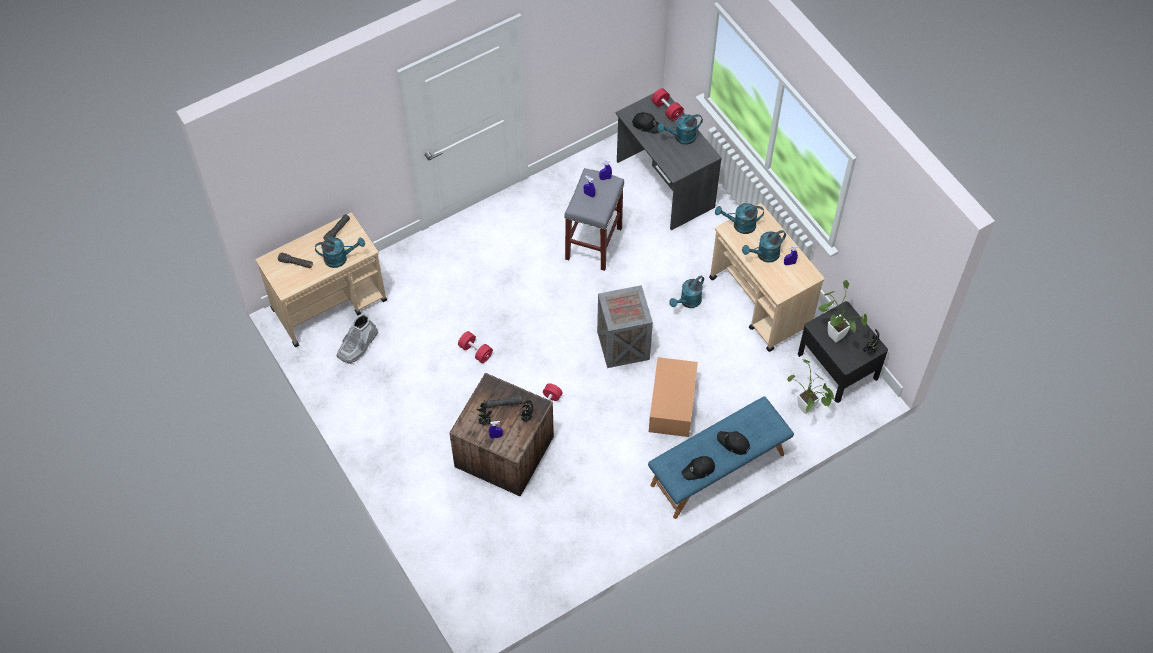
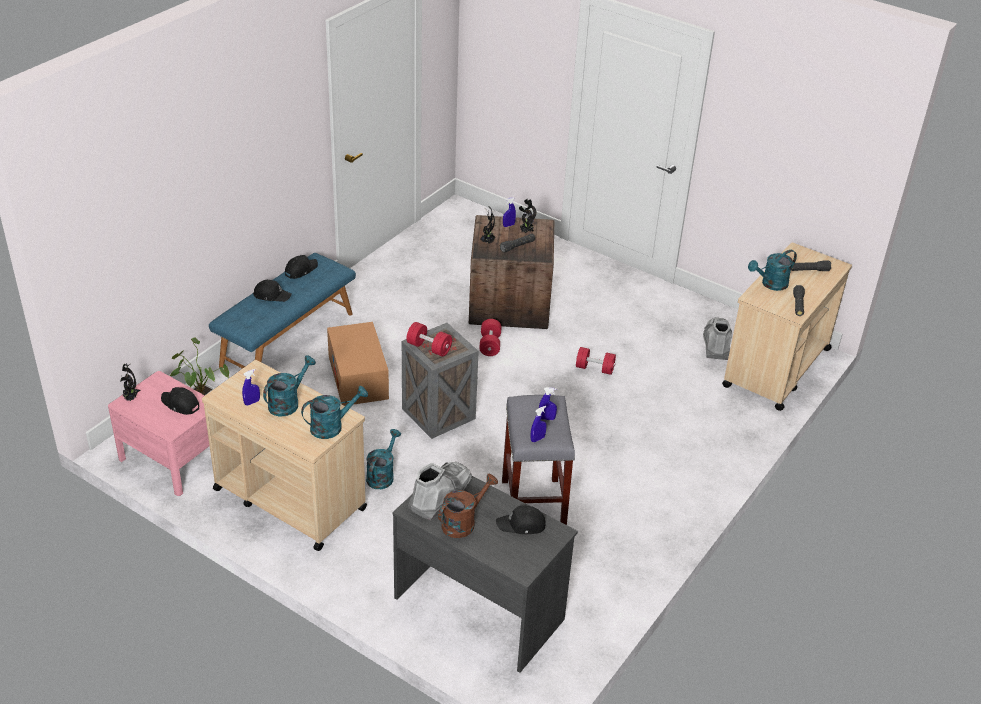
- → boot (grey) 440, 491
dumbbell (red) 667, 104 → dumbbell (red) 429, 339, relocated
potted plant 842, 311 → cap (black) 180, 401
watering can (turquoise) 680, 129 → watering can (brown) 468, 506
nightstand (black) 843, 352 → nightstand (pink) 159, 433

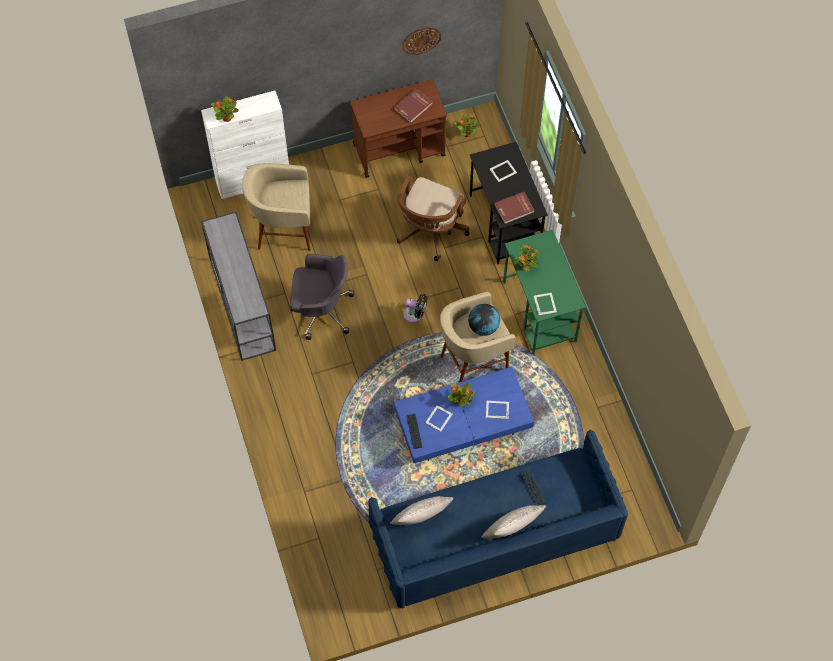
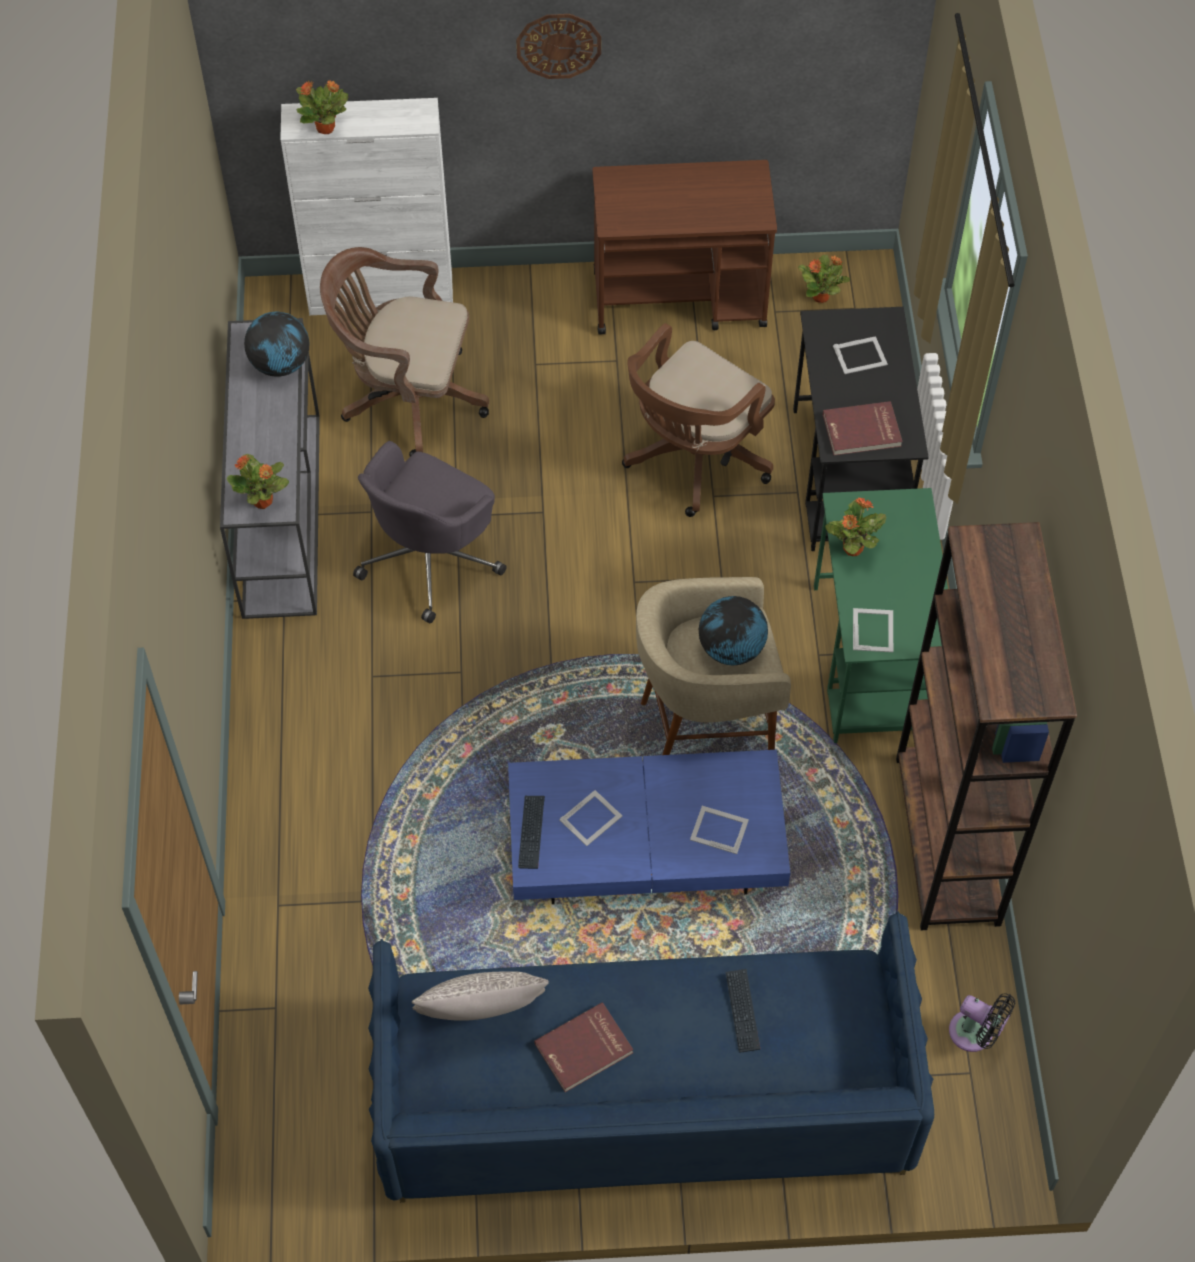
pillow (grey) 513, 522 → -
- → globe 276, 344
- → bookcase (brown) 986, 726
book (red) 412, 106 → book (red) 583, 1047, relocated
wall clock 421, 41 → wall clock 558, 46, relocated
fan (black) 415, 308 → fan (black) 982, 1023, relocated
potted plant 462, 395 → potted plant 258, 481, relocated
stool (beige) 276, 207 → office chair (brown) 404, 351
office chair (grey) 322, 297 → office chair (grey) 430, 532, 105 degrees clockwise

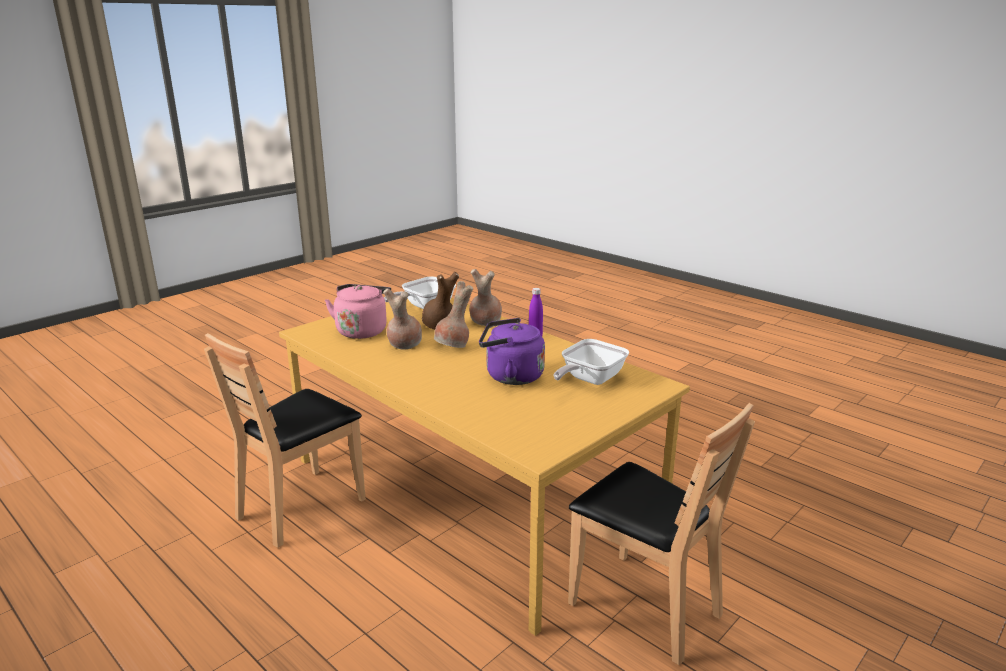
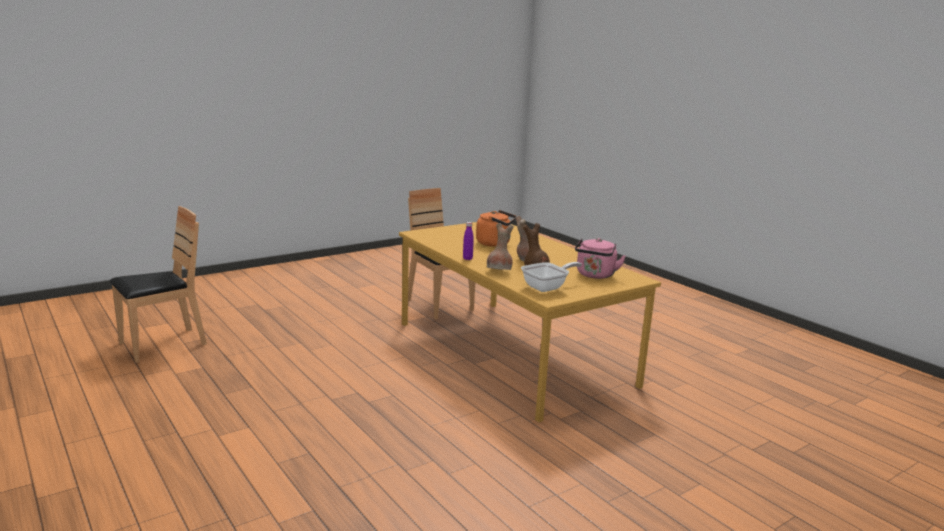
vase (brown) 402, 319 → -
frying pan 591, 362 → -
chair (brown) 285, 440 → chair (brown) 158, 284, relocated
kettle (purple) 512, 351 → kettle (orange) 496, 228

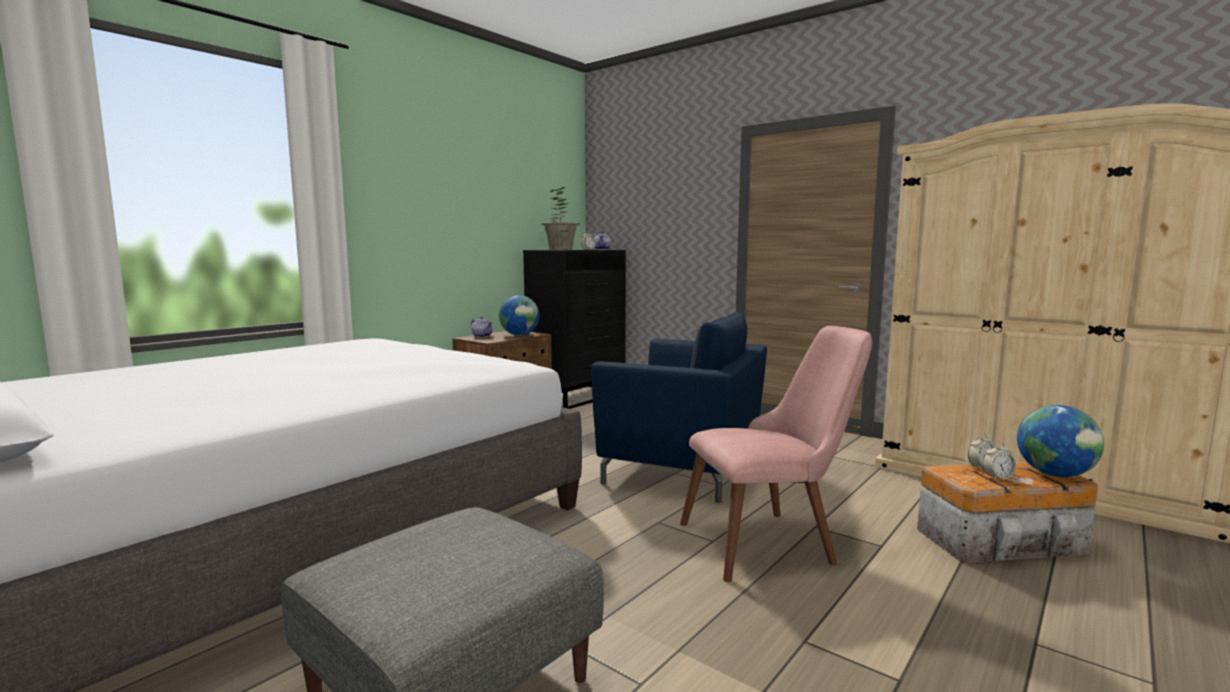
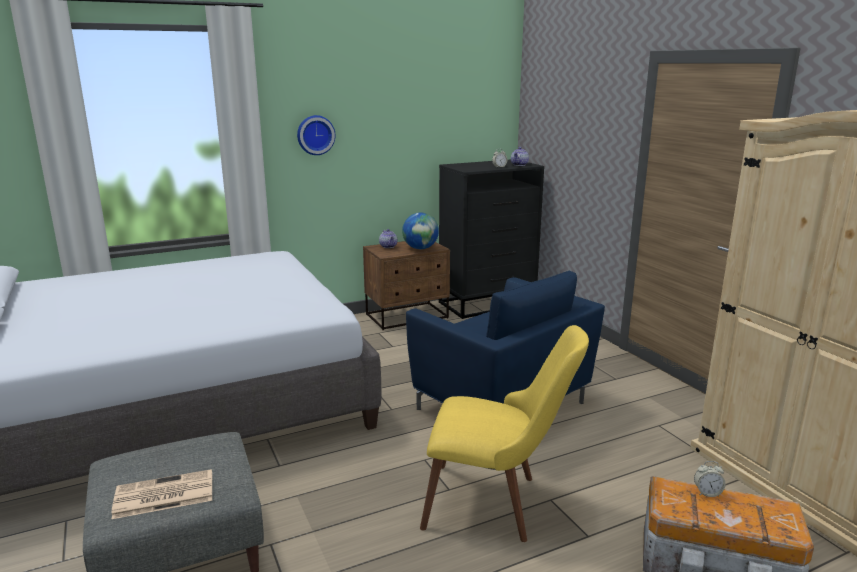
potted plant 560, 218 → -
alarm clock 999, 461 → -
globe 1060, 441 → -
- → newspaper 162, 494
- → wall clock 316, 135
chair (pink) 776, 454 → chair (yellow) 504, 433

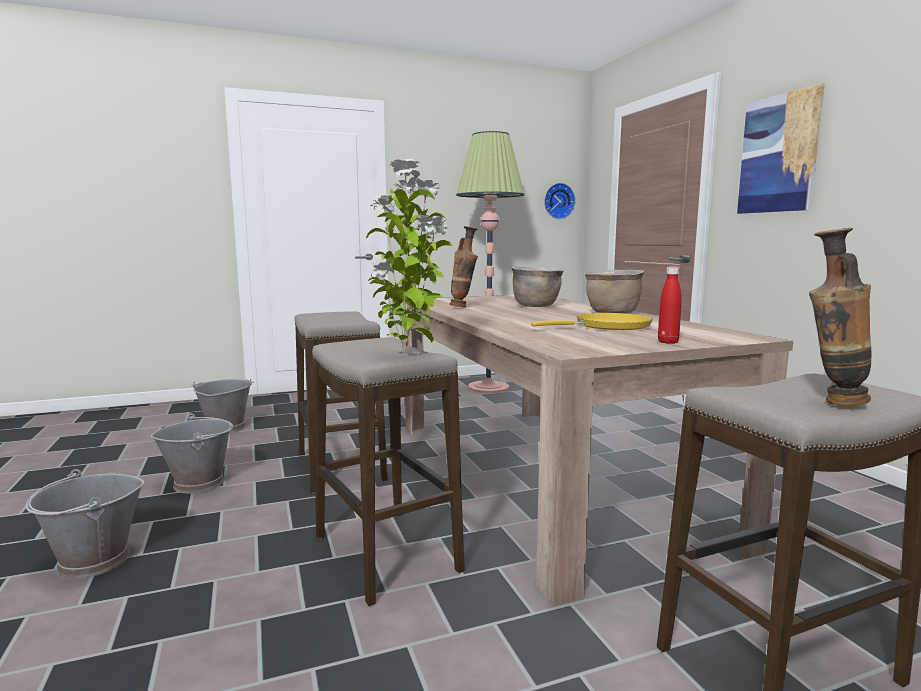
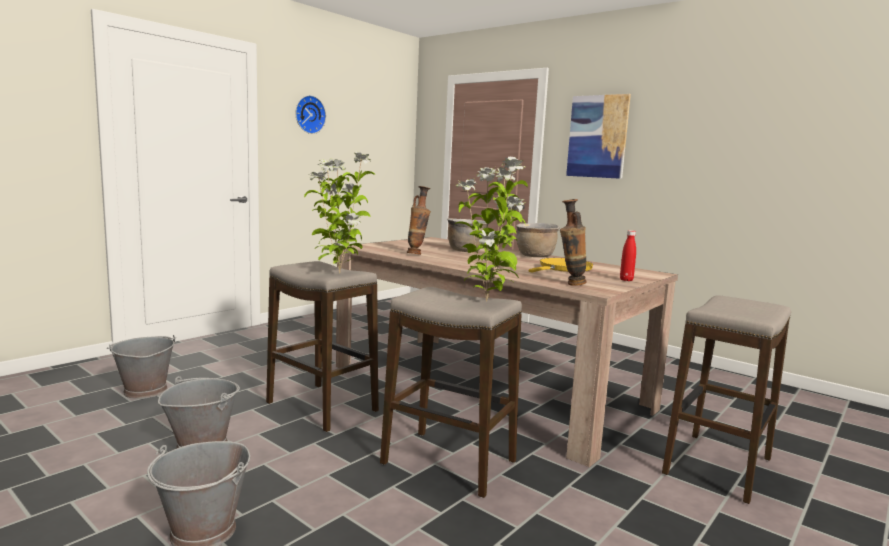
floor lamp 490, 262 → -
- → potted plant 340, 212
wall clock 560, 201 → wall clock 310, 114, relocated
vase 840, 317 → vase 573, 242, relocated

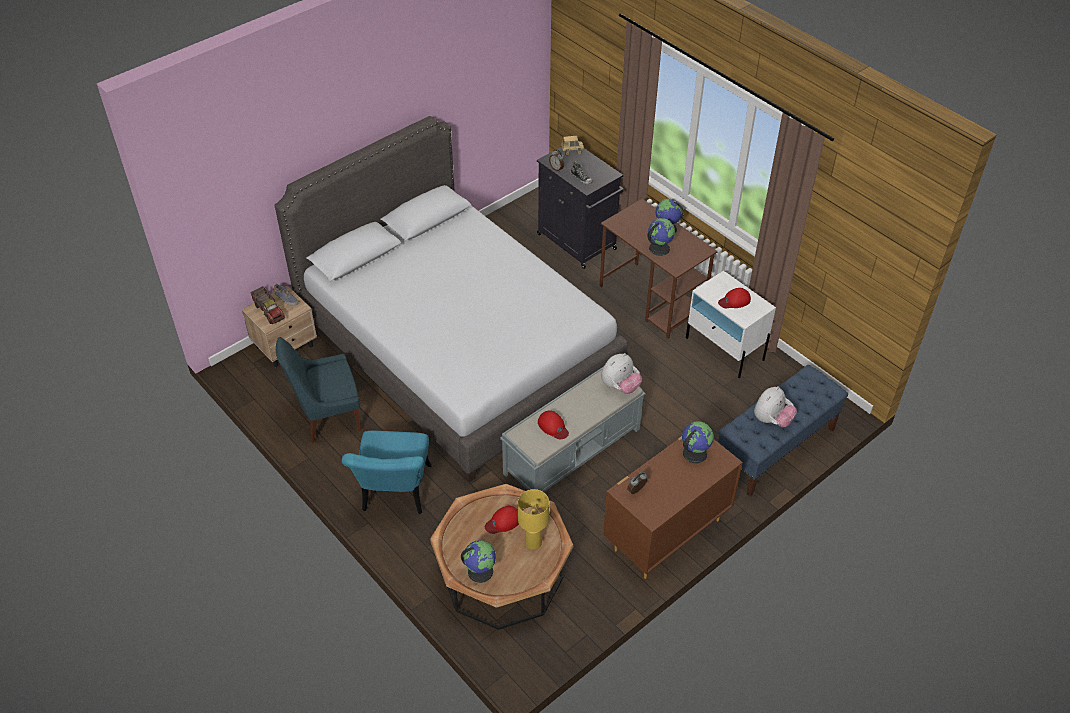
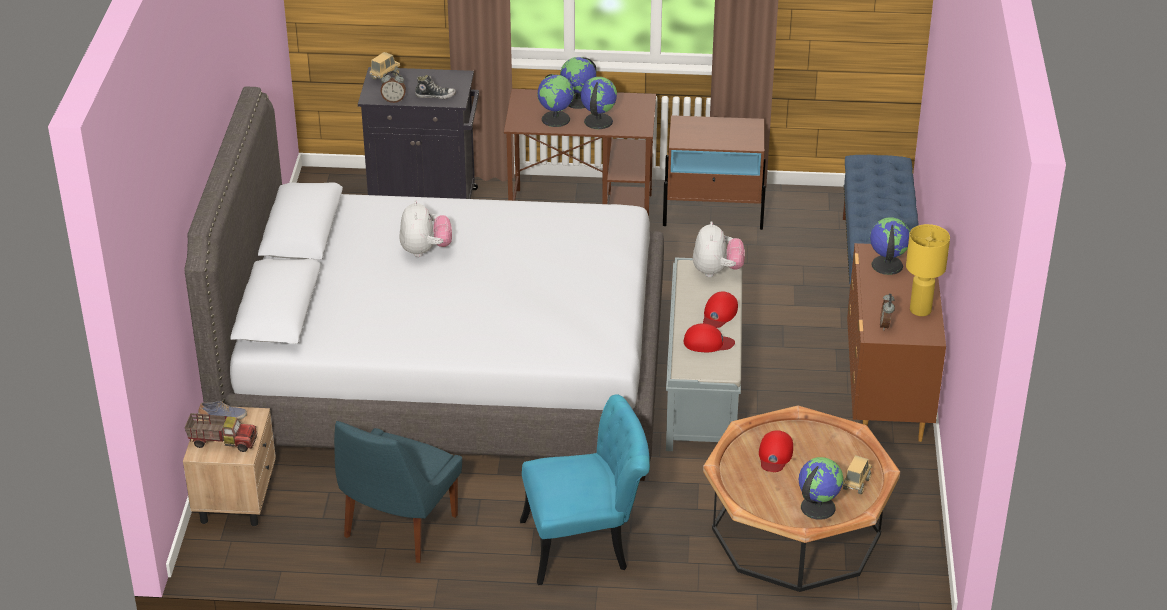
- → globe 555, 100
- → toy truck 857, 474
table lamp (yellow) 533, 519 → table lamp (yellow) 928, 270, relocated
cap (red) 734, 298 → cap (red) 720, 309, relocated
plush toy 775, 406 → plush toy 425, 228, relocated
nightstand (white) 731, 324 → nightstand (brown) 714, 172
chair (turquoise) 387, 472 → chair (turquoise) 585, 489, 60 degrees counterclockwise

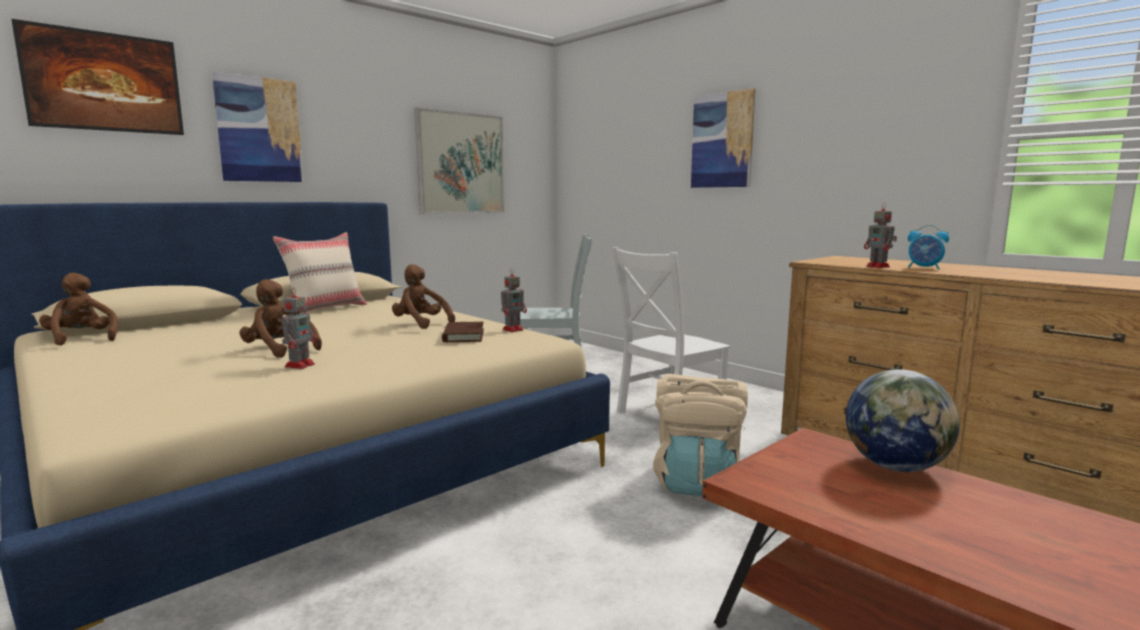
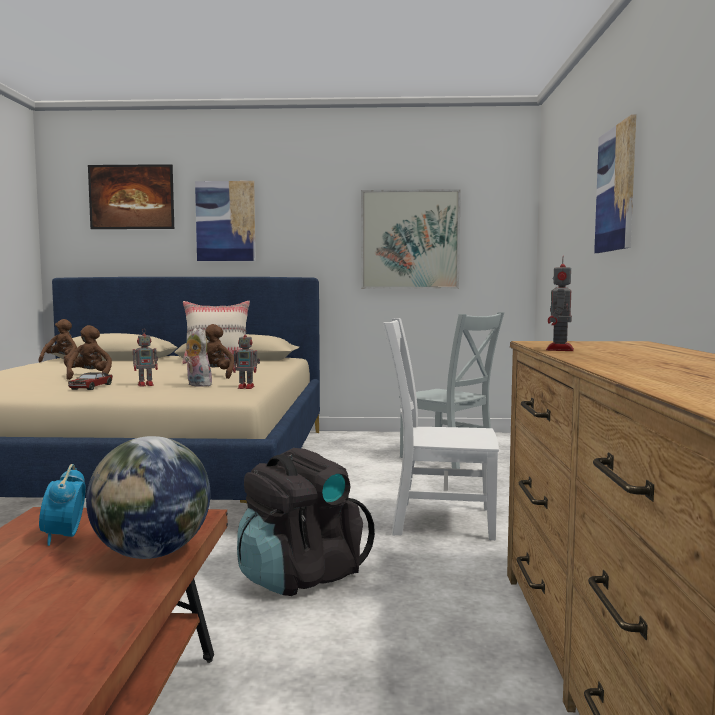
- → toy car 90, 381
toy robot 299, 328 → toy robot 145, 358, relocated
alarm clock 928, 247 → alarm clock 62, 505, relocated
book (brown) 463, 331 → plush toy 198, 357
backpack (beige) 700, 435 → backpack (black) 306, 522

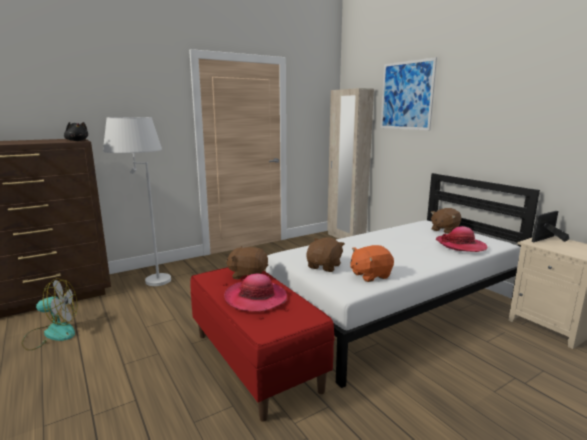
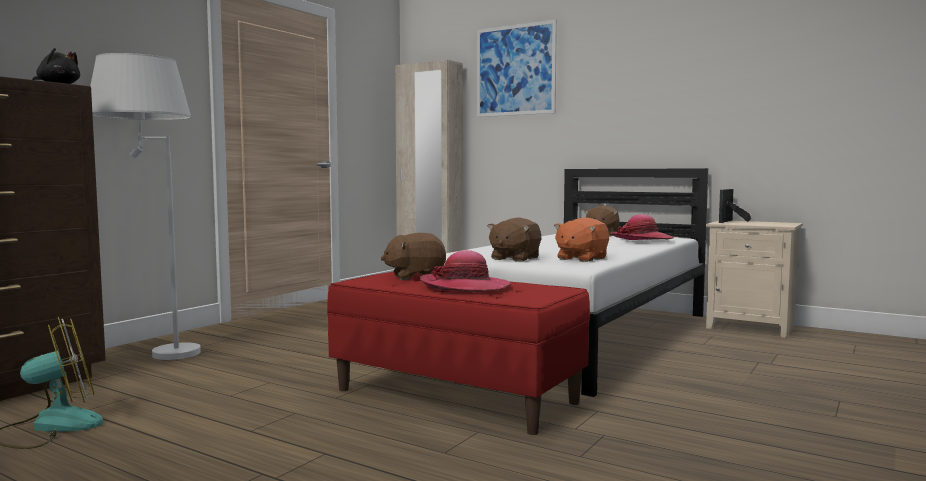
plush toy (brown) 325, 254 → plush toy (brown) 514, 240, 150 degrees counterclockwise

